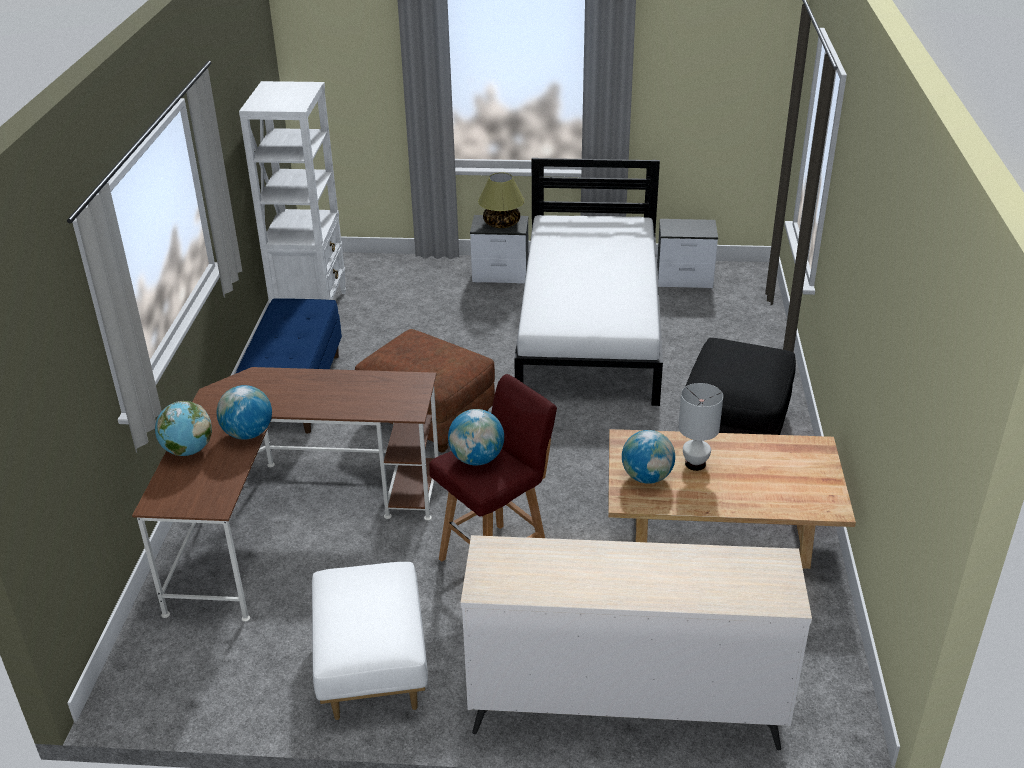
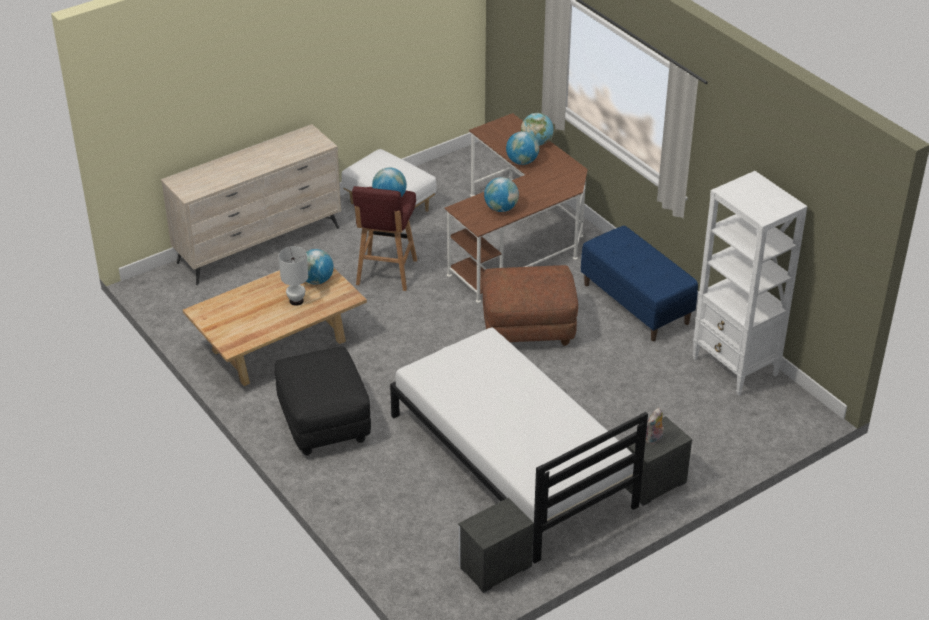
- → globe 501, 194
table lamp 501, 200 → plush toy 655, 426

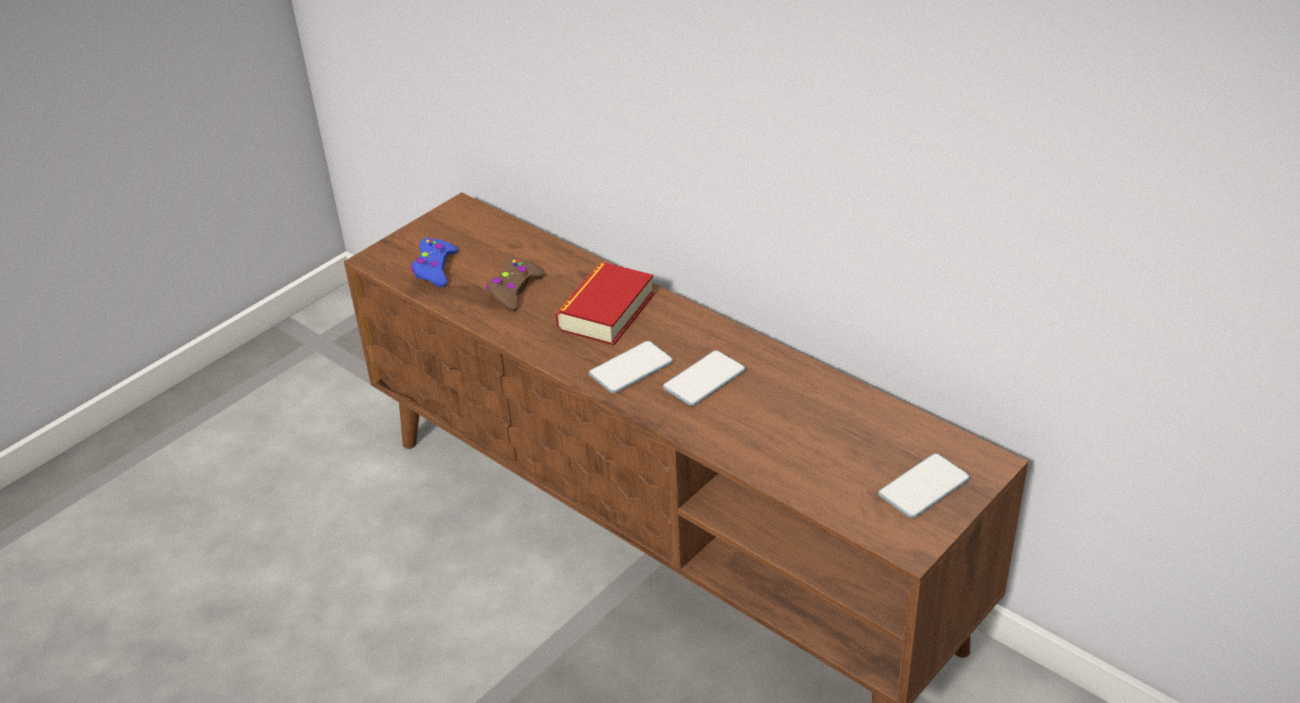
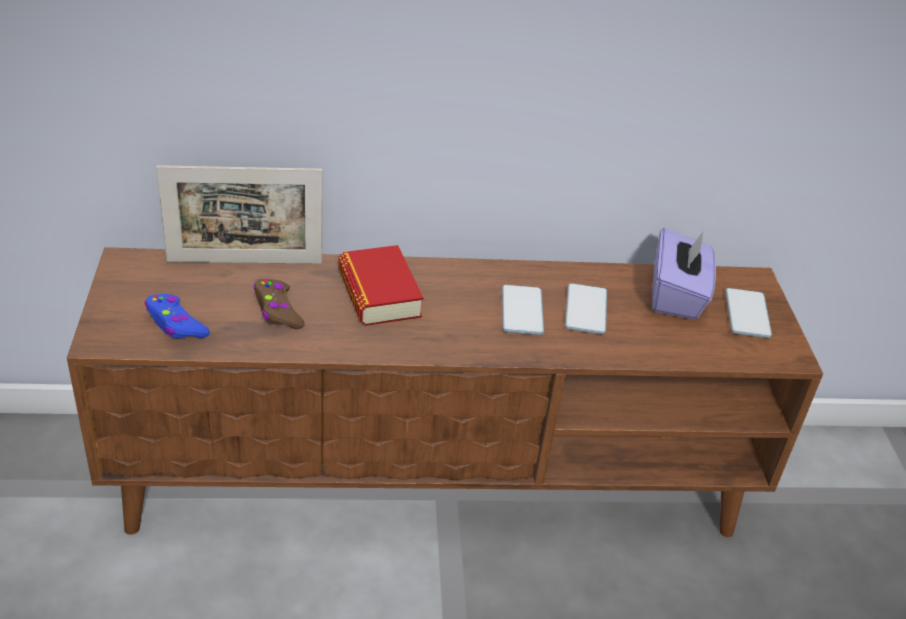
- → picture frame 239, 214
- → tissue box (purple) 684, 274
phone 631, 367 → phone 586, 308, relocated

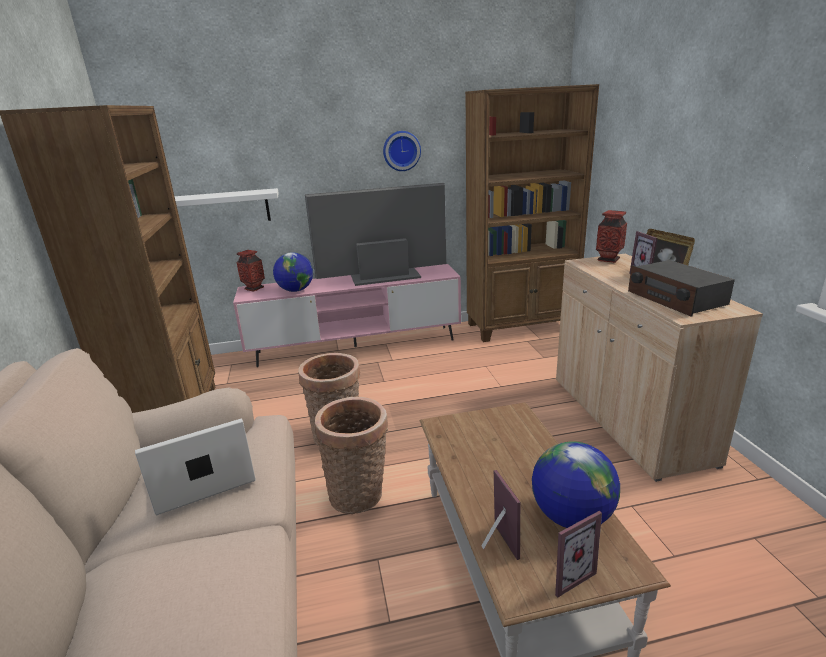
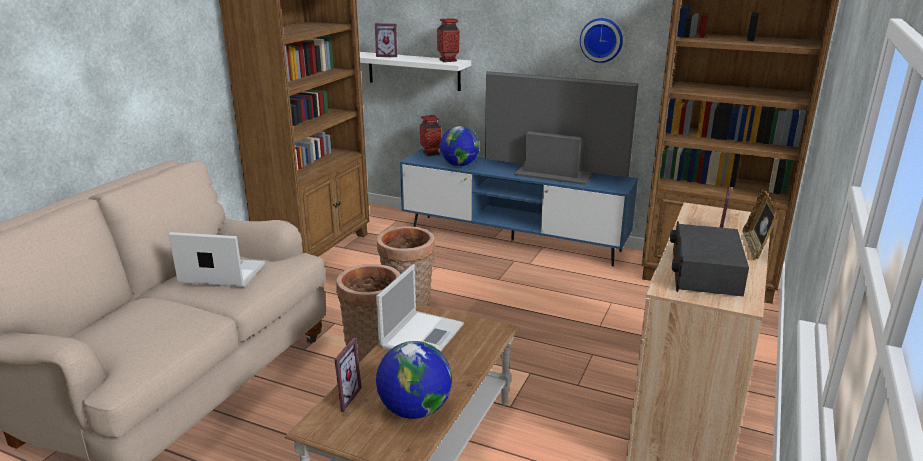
- → laptop 420, 308
picture frame 578, 554 → picture frame 386, 40, relocated
vase 611, 236 → vase 448, 40, relocated
tv stand (pink) 347, 315 → tv stand (blue) 519, 207

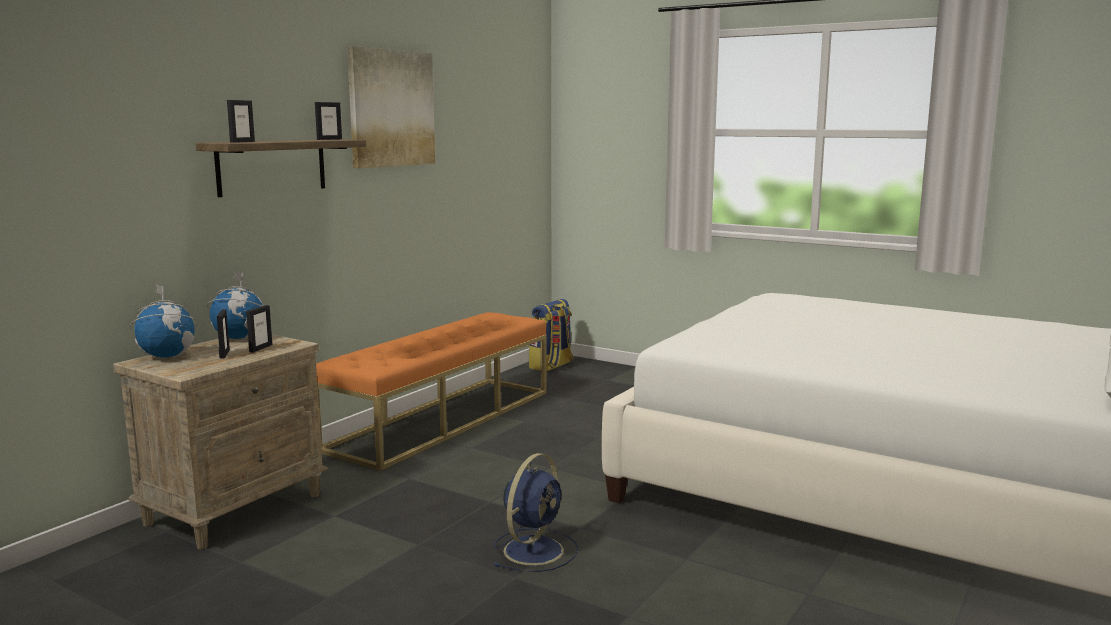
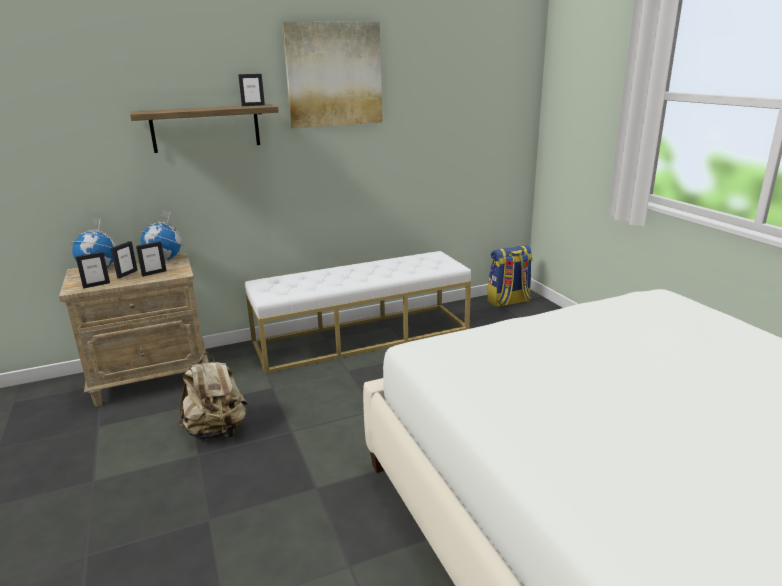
fan (blue) 535, 512 → -
- → backpack (beige) 212, 395
picture frame 241, 121 → picture frame 92, 270, relocated
bench (orange) 431, 391 → bench (white) 358, 312

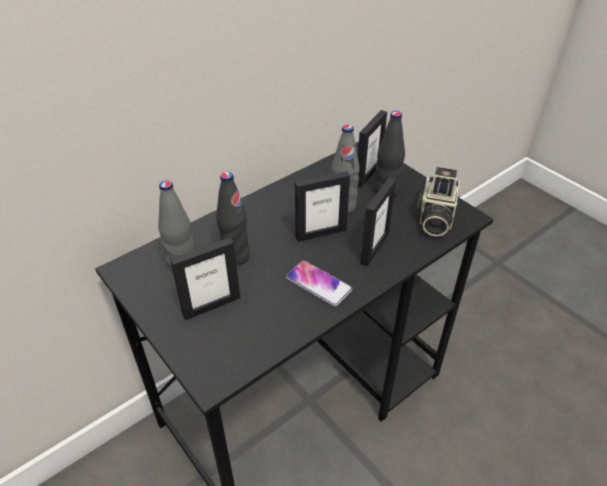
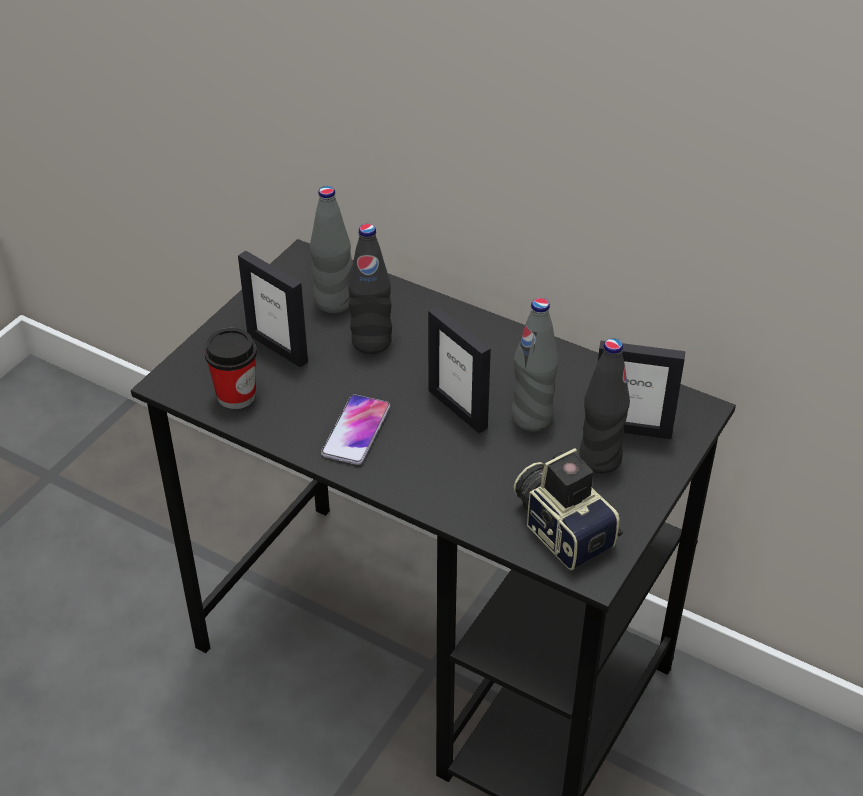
picture frame 378, 221 → -
- → cup 230, 368
photo camera 438, 202 → photo camera 568, 509, 60 degrees clockwise

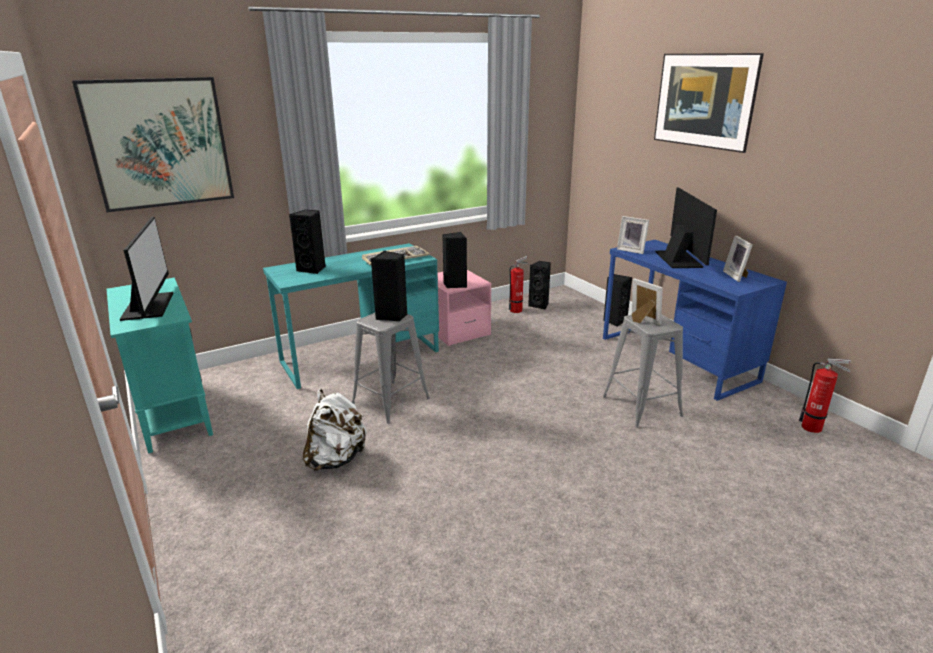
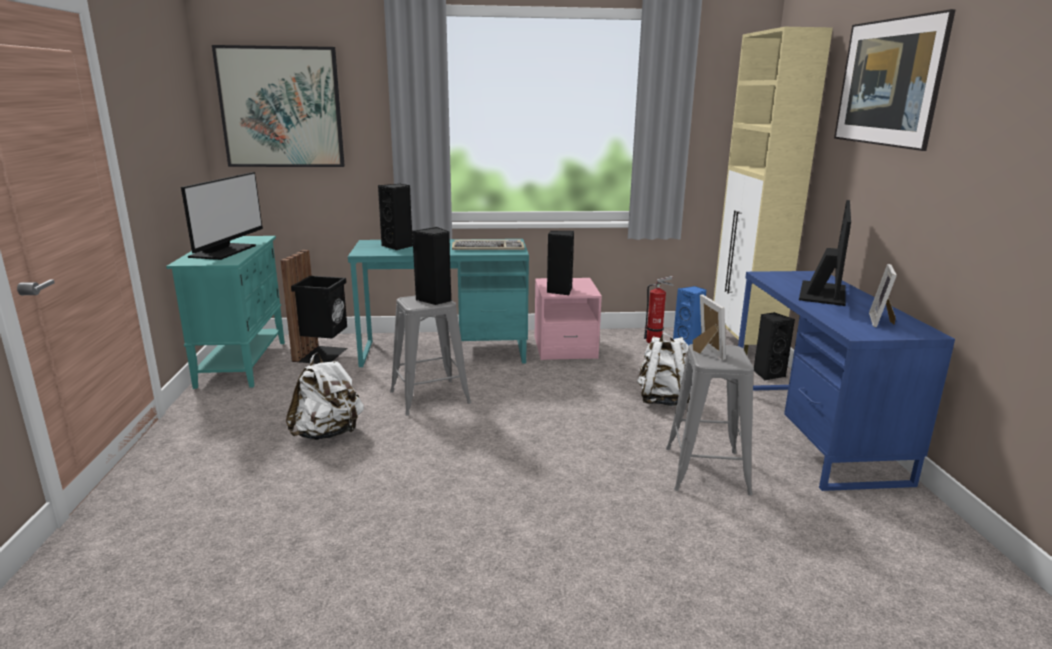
picture frame 633, 235 → -
fire extinguisher 825, 395 → -
- → trash can (black) 313, 307
- → backpack (white) 663, 369
- → cabinet (beige) 773, 191
speaker (black) 539, 285 → speaker (blue) 690, 316

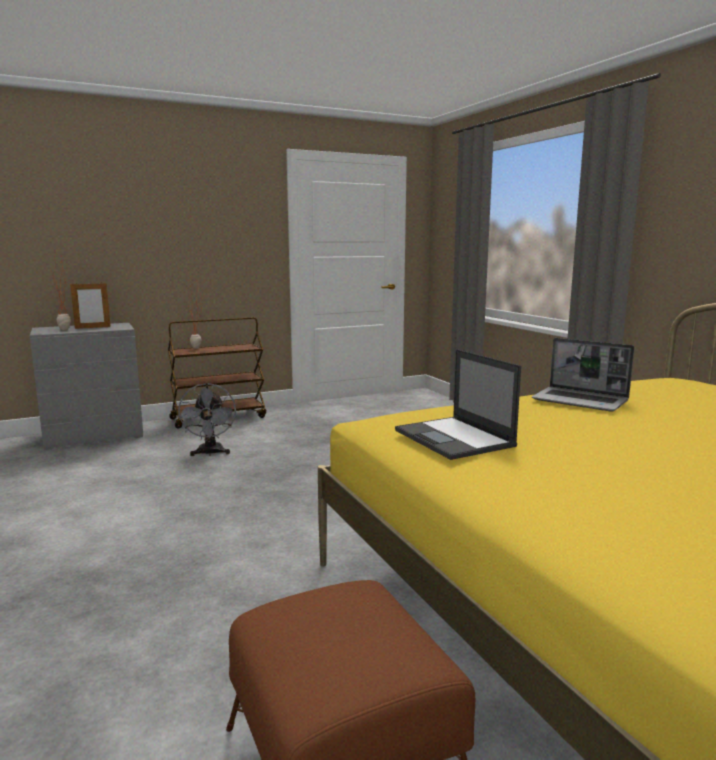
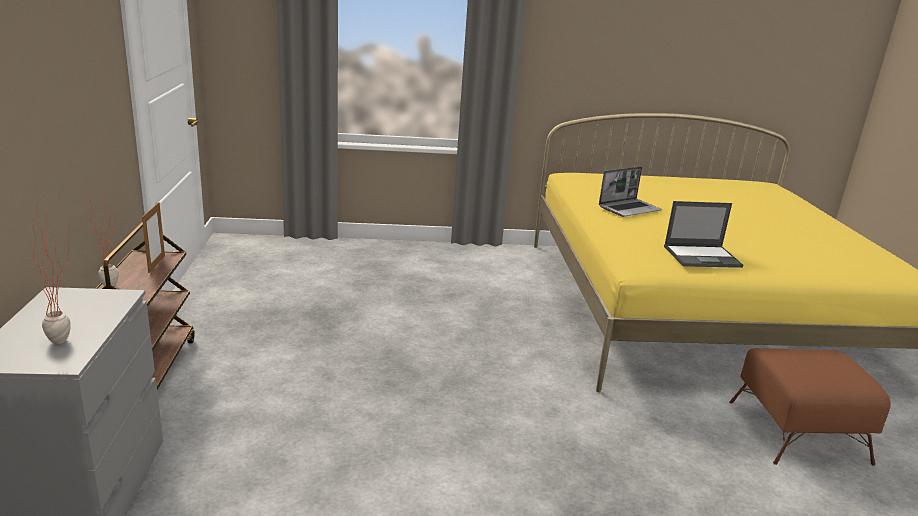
fan (grey) 207, 419 → -
picture frame 90, 306 → picture frame 153, 237, relocated

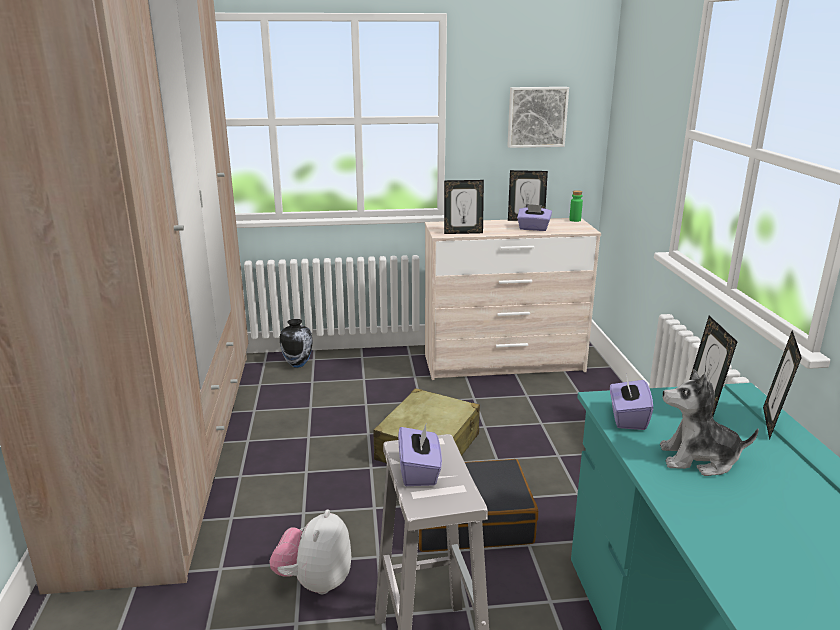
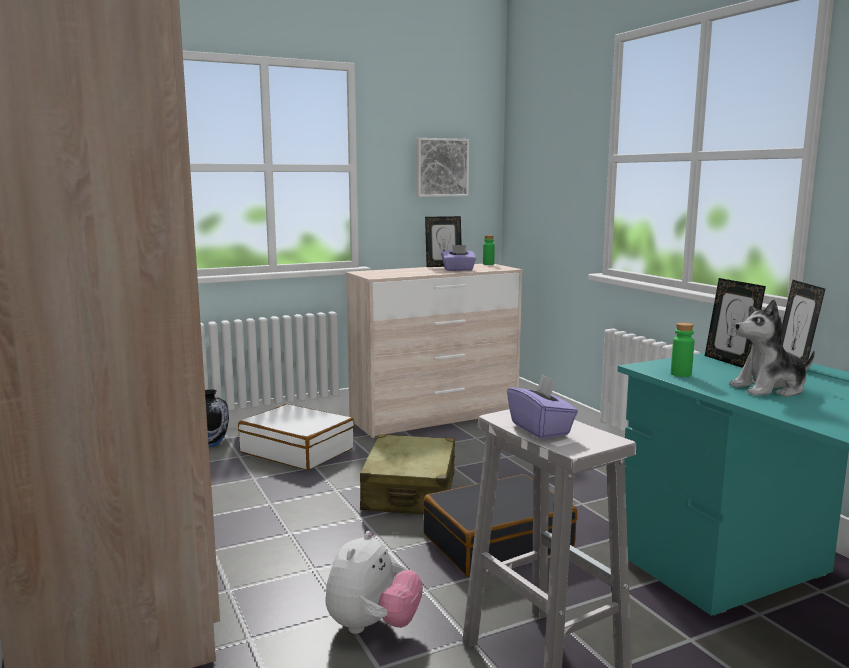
picture frame 464, 207 → -
- → suitcase (white) 296, 437
tissue box (purple) 631, 402 → bottle (green) 682, 350
plush toy 310, 551 → plush toy 374, 582, 150 degrees counterclockwise

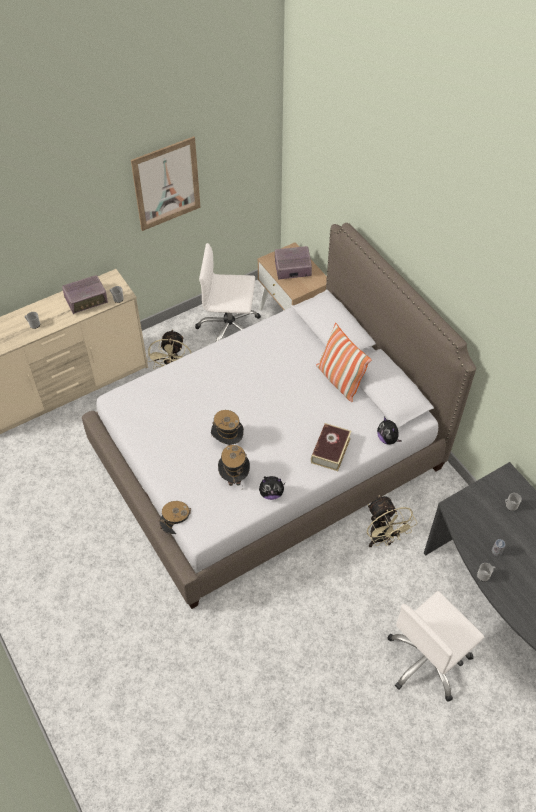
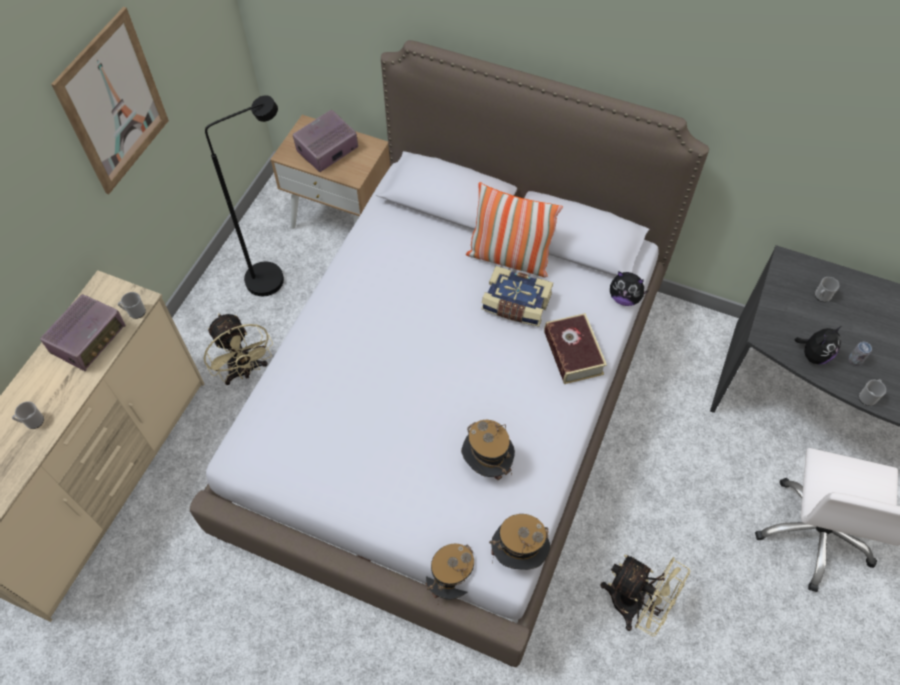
- → book 517, 296
hat 227, 427 → hat 519, 542, relocated
plush toy 272, 488 → plush toy 818, 345, relocated
fan (beige) 392, 521 → fan (beige) 645, 595, relocated
office chair (white) 228, 292 → floor lamp (black) 244, 195

